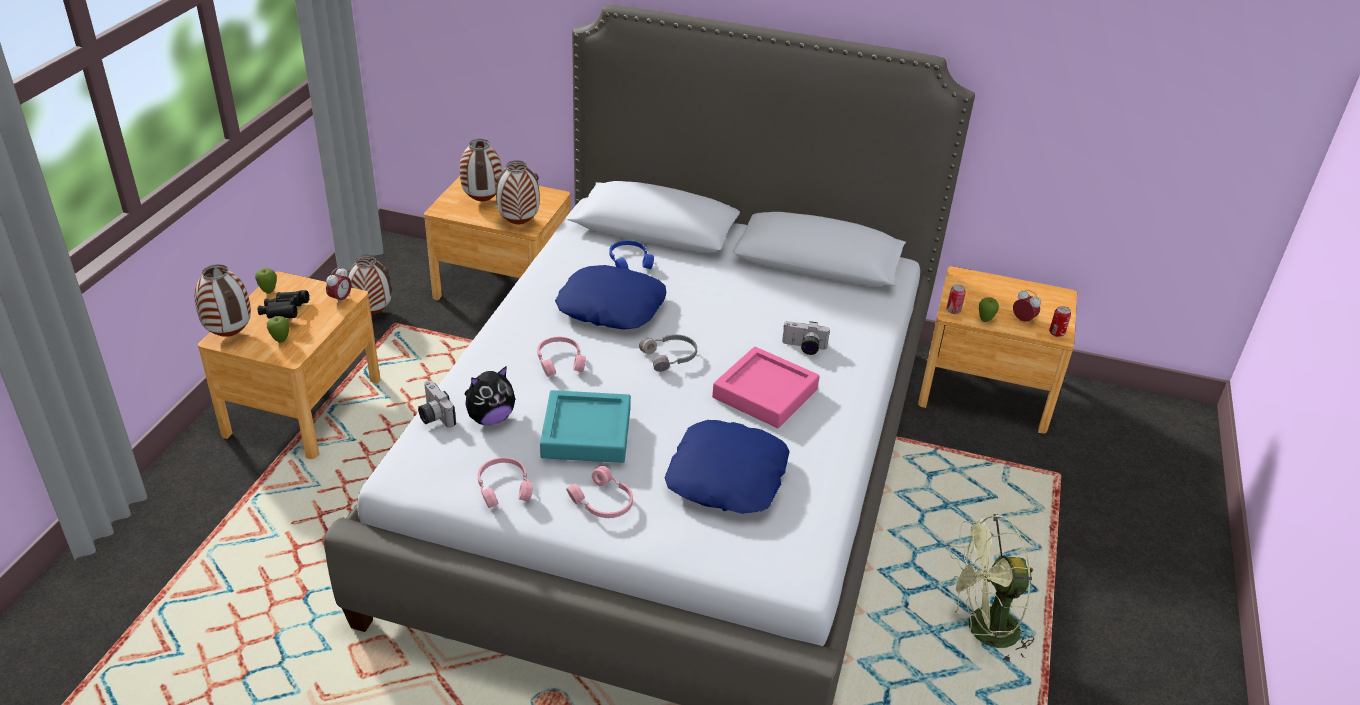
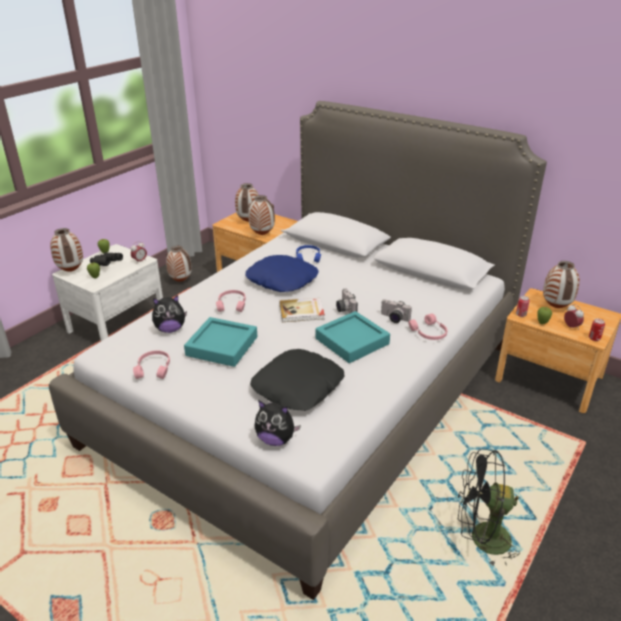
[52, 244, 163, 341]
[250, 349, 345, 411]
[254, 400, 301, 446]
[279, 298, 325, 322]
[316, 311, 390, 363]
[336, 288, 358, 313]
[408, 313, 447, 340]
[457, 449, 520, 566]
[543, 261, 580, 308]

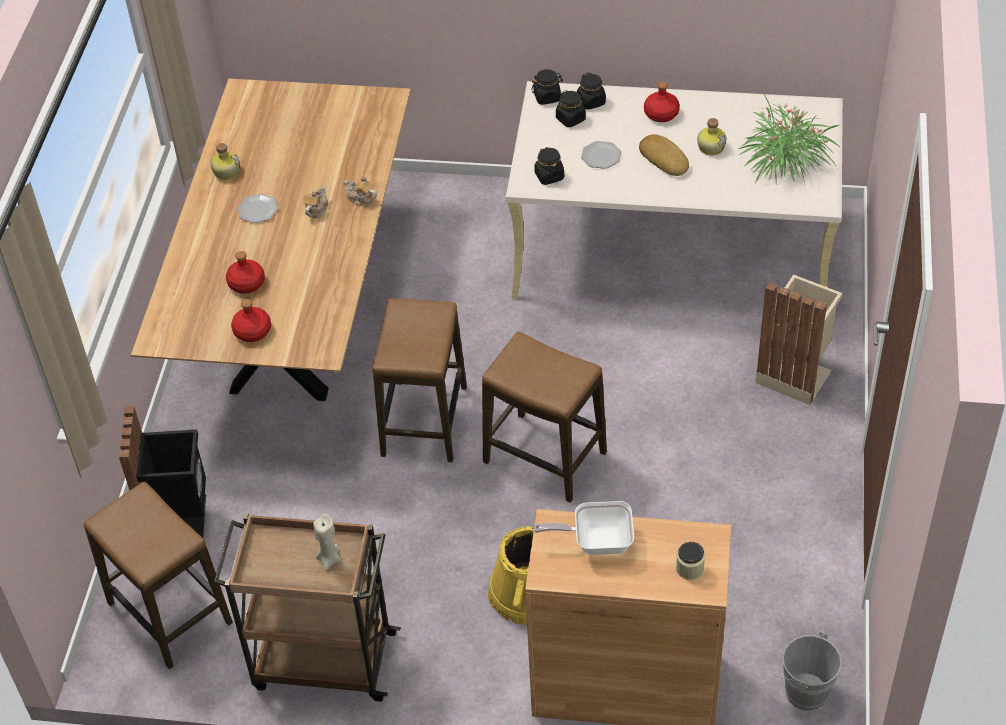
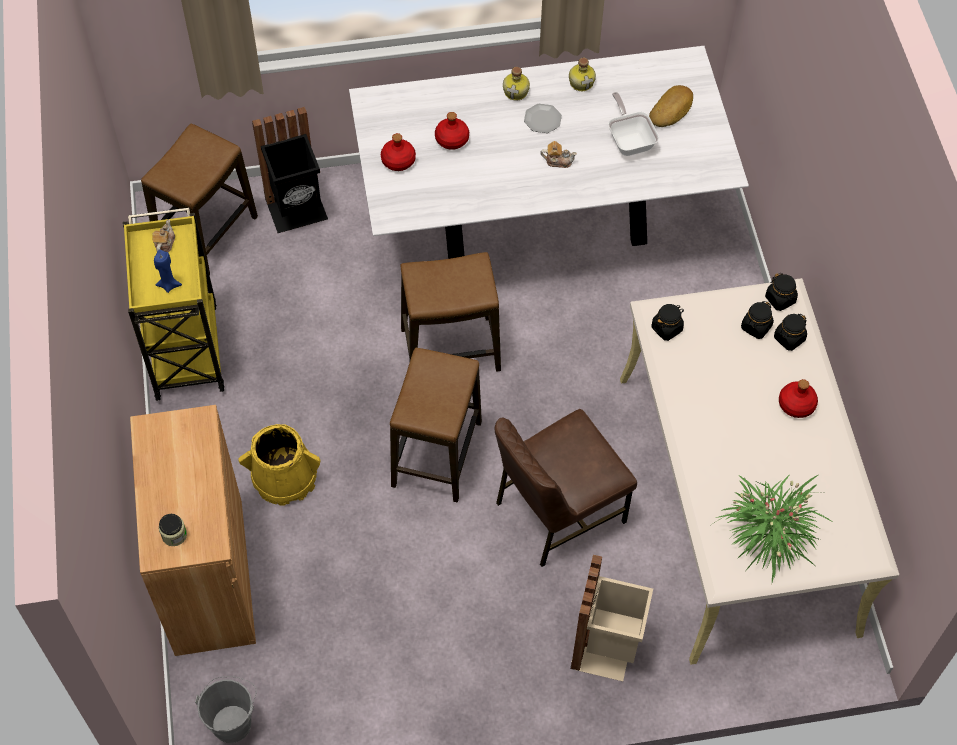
[123, 208, 225, 401]
[152, 219, 175, 253]
[154, 250, 182, 293]
[349, 46, 749, 259]
[495, 409, 637, 567]
[503, 67, 530, 101]
[608, 92, 659, 156]
[649, 85, 693, 127]
[581, 141, 621, 169] (first image)

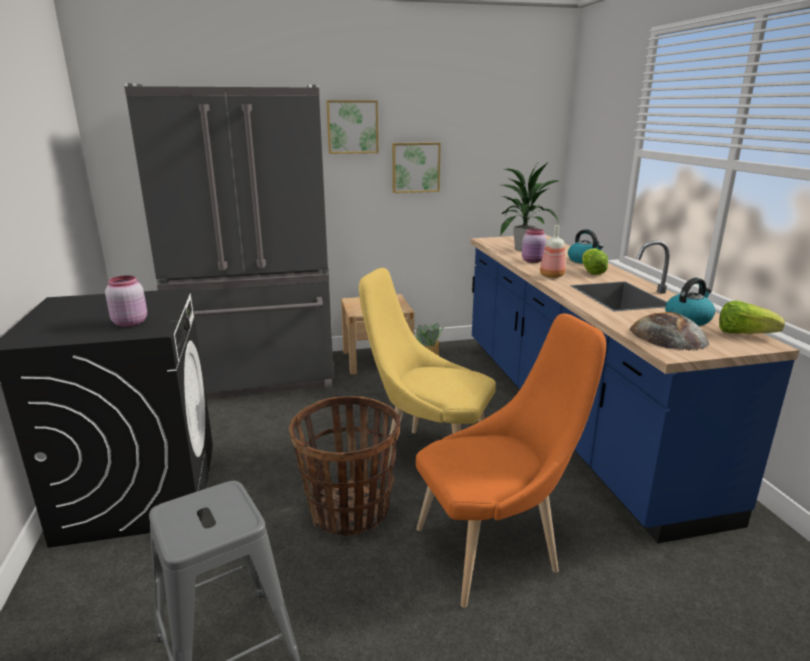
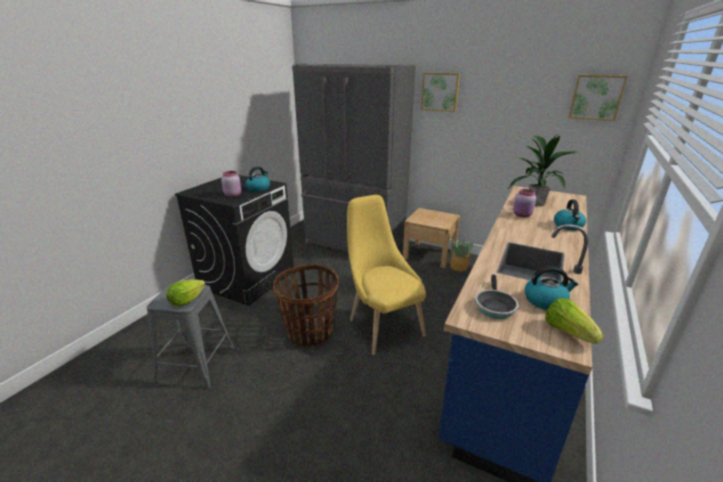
[166, 279, 206, 306]
[246, 166, 270, 192]
[475, 275, 519, 319]
[569, 75, 628, 121]
[416, 313, 606, 608] (first image)
[540, 225, 565, 278] (first image)

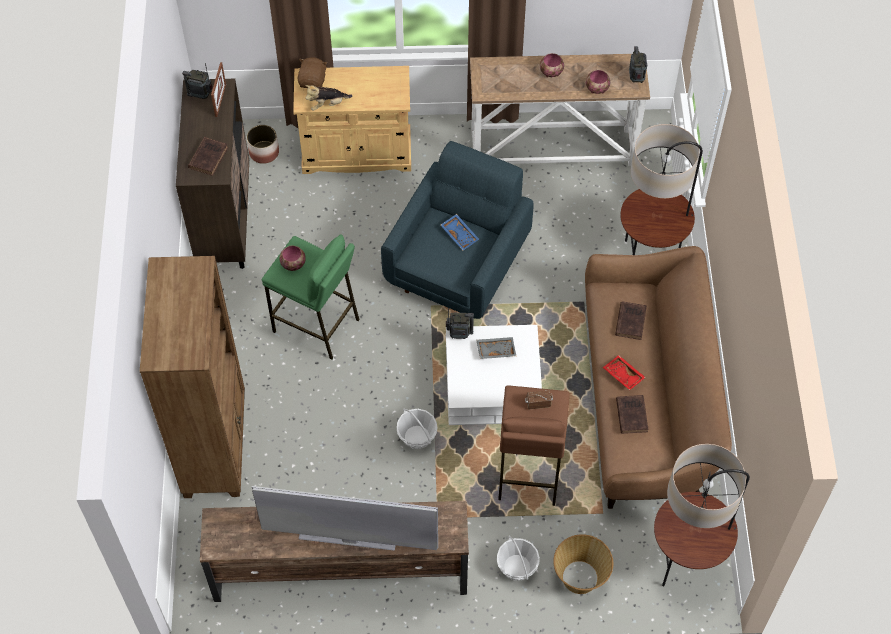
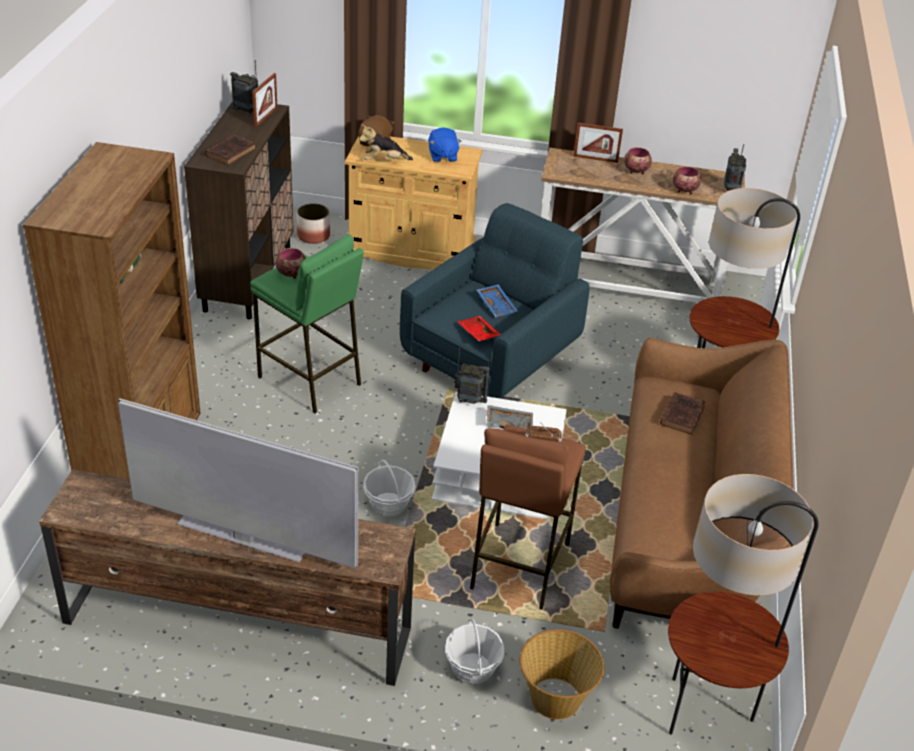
[429, 127, 461, 162]
[457, 316, 501, 341]
[573, 123, 623, 163]
[616, 395, 648, 434] (first image)

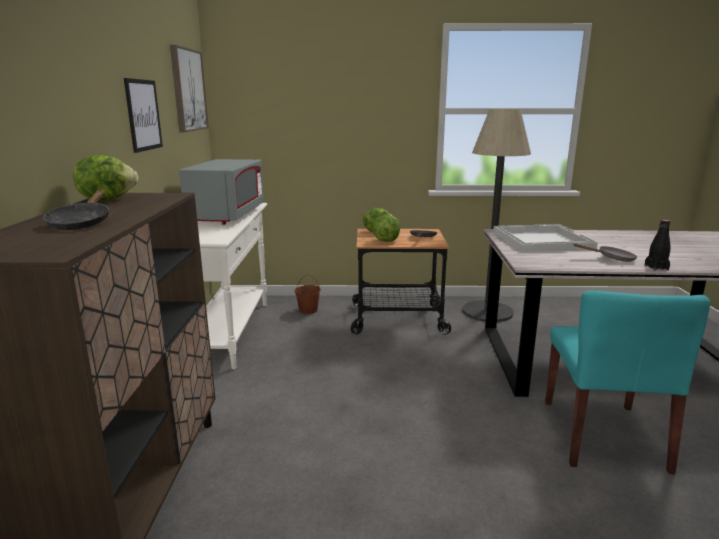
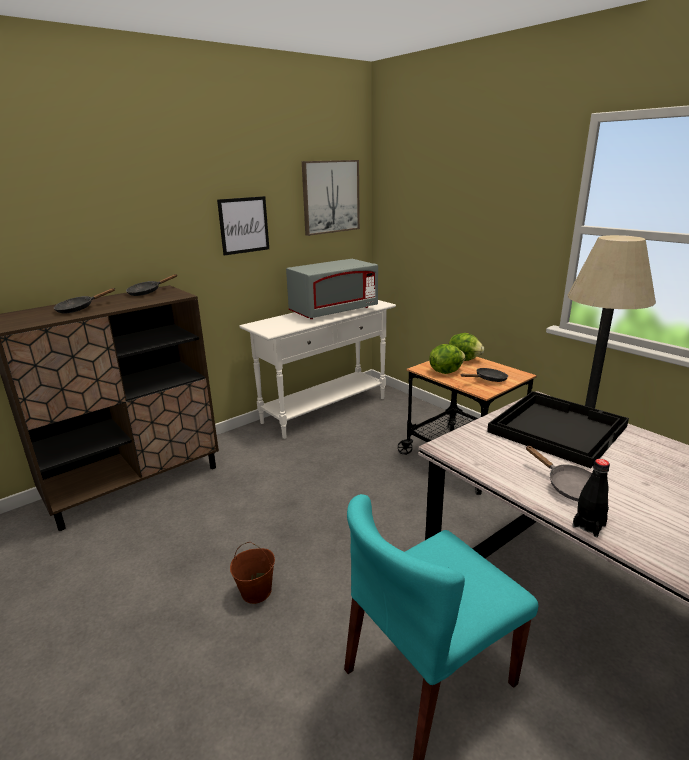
[126, 274, 178, 296]
[230, 542, 275, 604]
[487, 391, 629, 468]

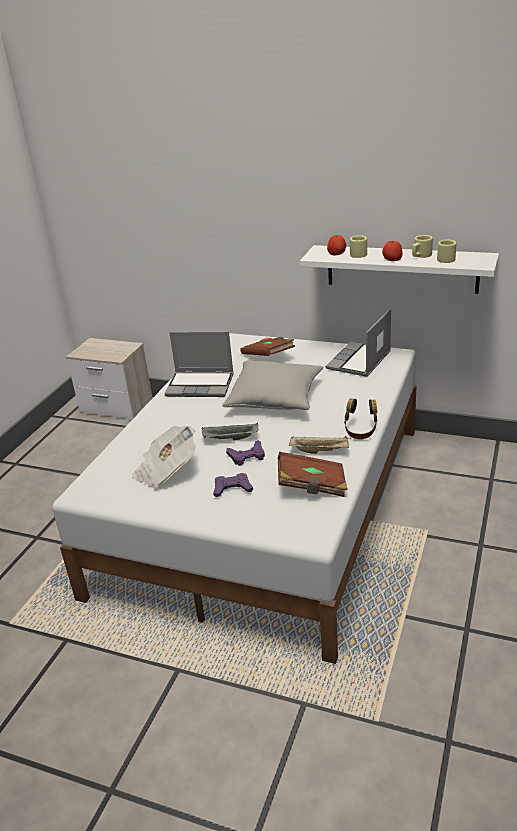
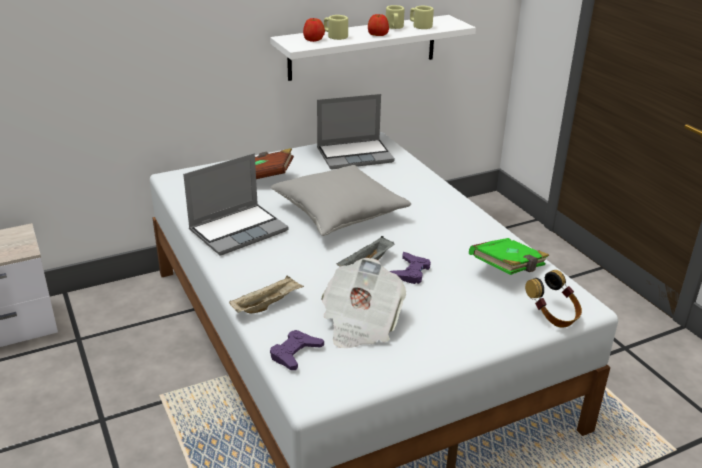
[229, 275, 304, 314]
[270, 330, 324, 370]
[317, 94, 395, 169]
[469, 238, 549, 275]
[525, 270, 582, 328]

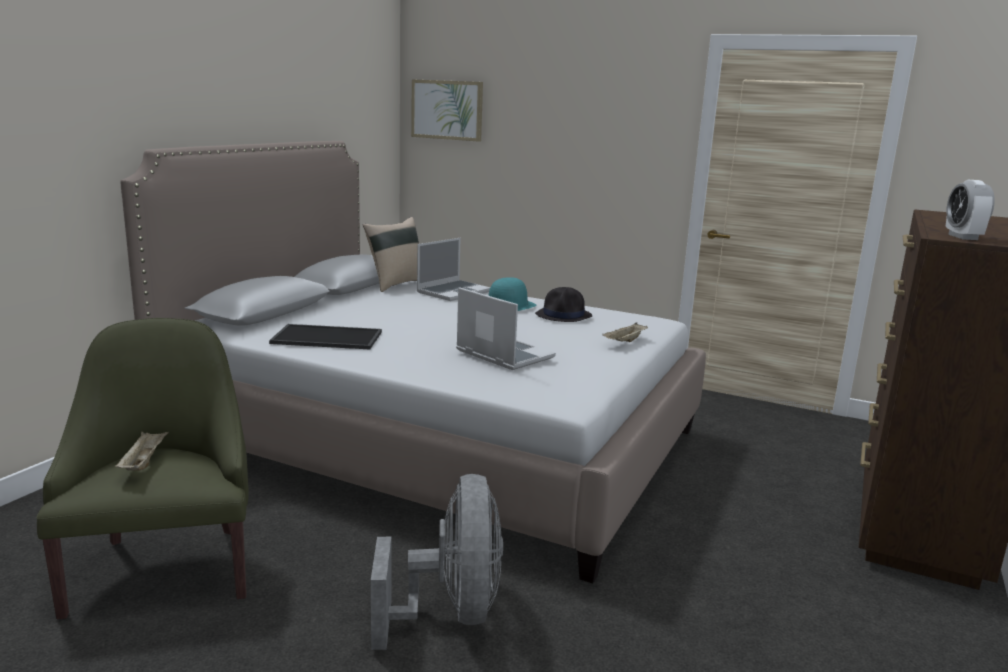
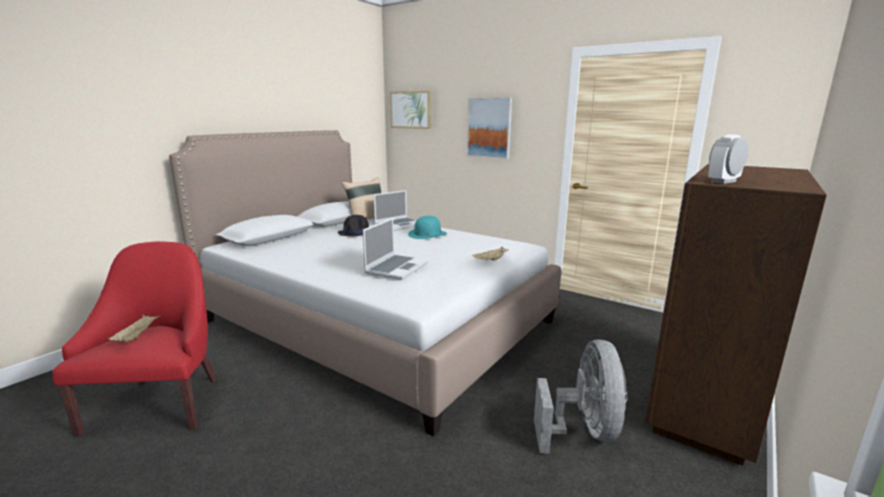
[52, 241, 217, 436]
[338, 215, 369, 237]
[363, 218, 428, 280]
[467, 98, 512, 159]
[534, 339, 627, 454]
[708, 135, 749, 184]
[269, 324, 382, 349] (first image)

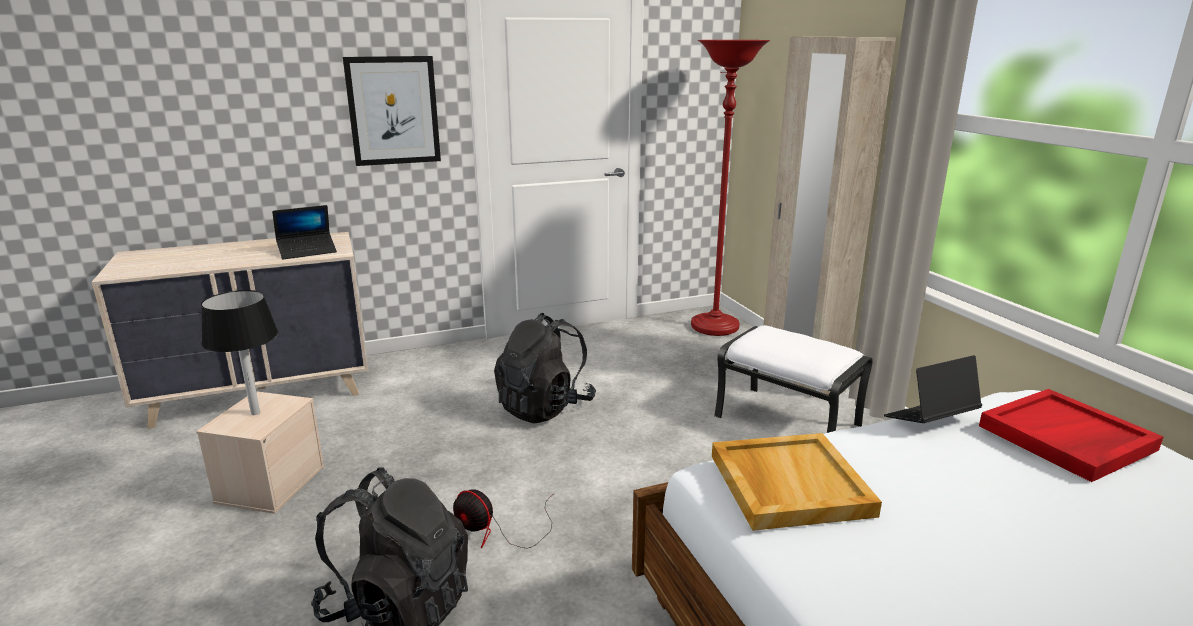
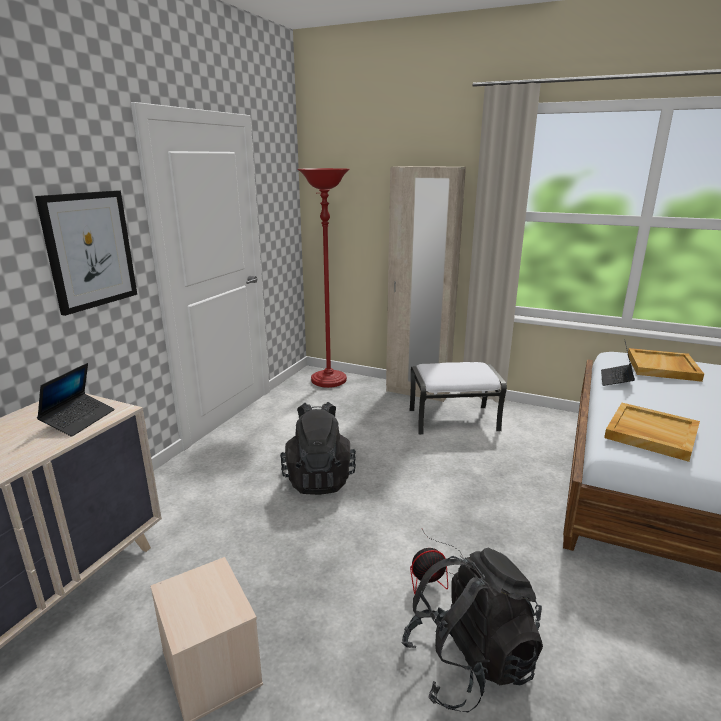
[628, 348, 704, 382]
[201, 290, 278, 415] (first image)

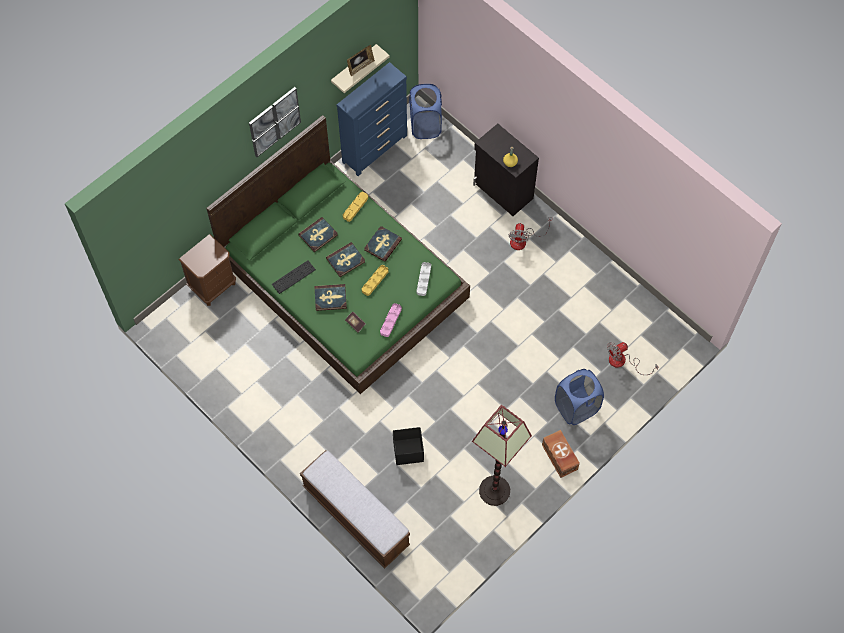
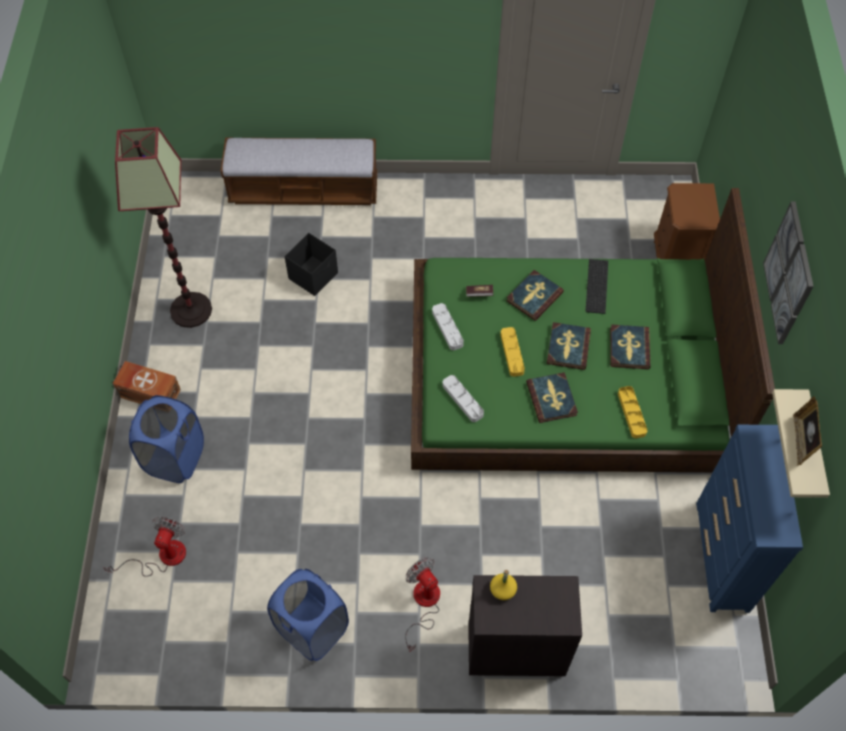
[267, 569, 349, 661]
[432, 303, 464, 350]

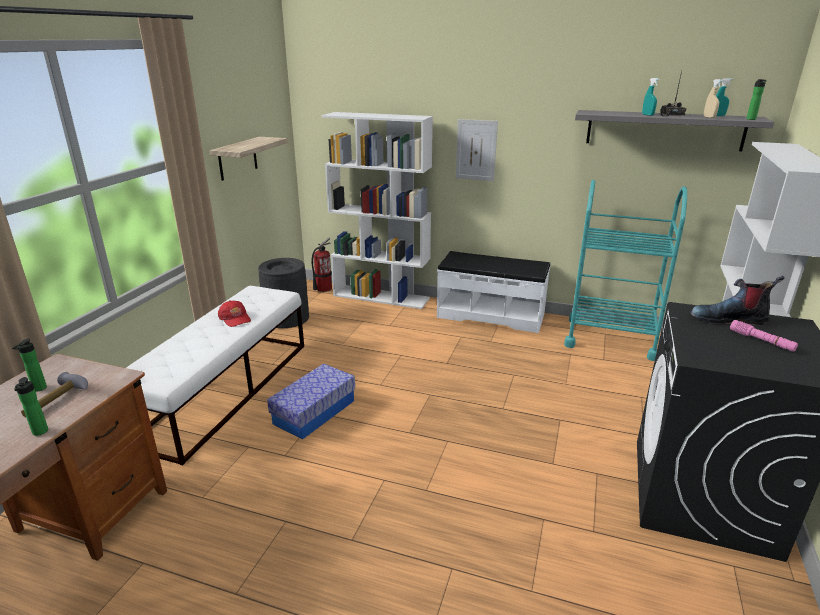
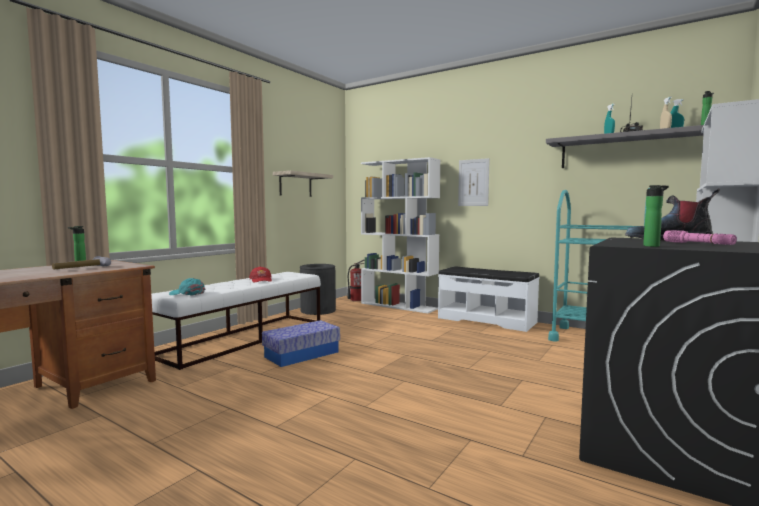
[169, 278, 205, 296]
[643, 185, 669, 247]

